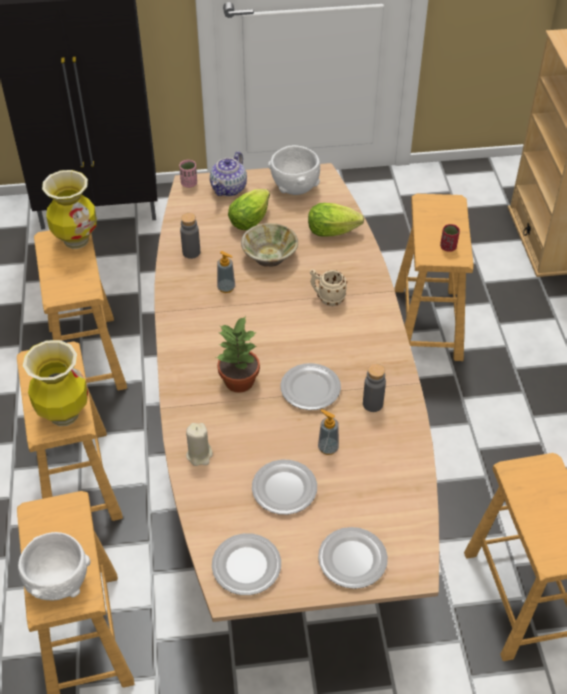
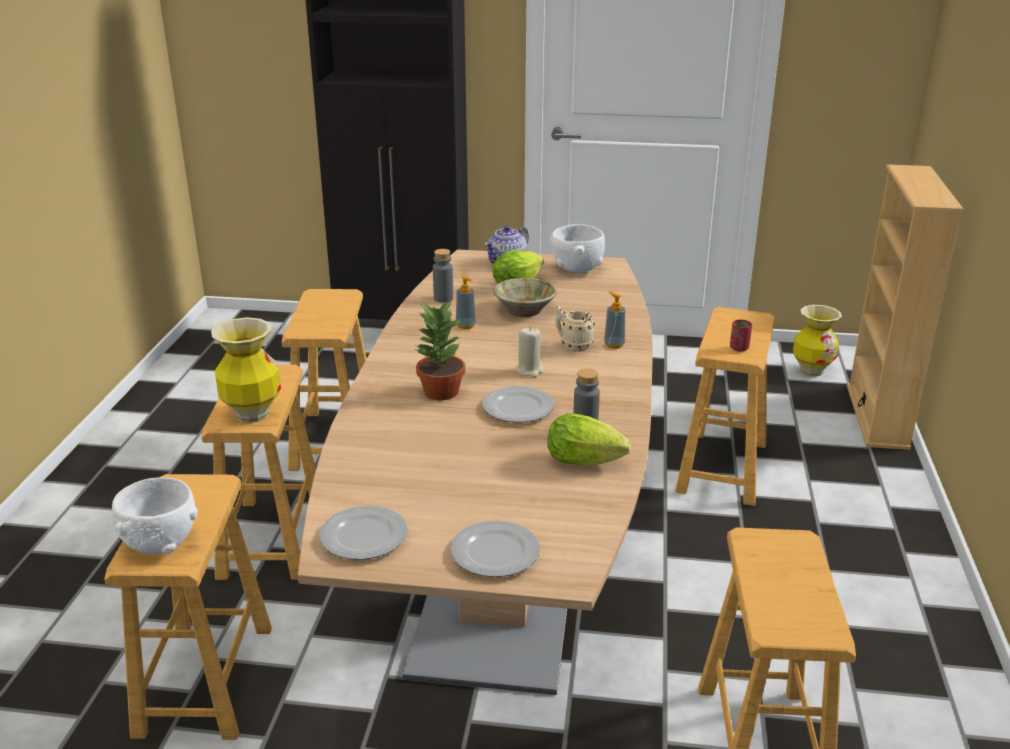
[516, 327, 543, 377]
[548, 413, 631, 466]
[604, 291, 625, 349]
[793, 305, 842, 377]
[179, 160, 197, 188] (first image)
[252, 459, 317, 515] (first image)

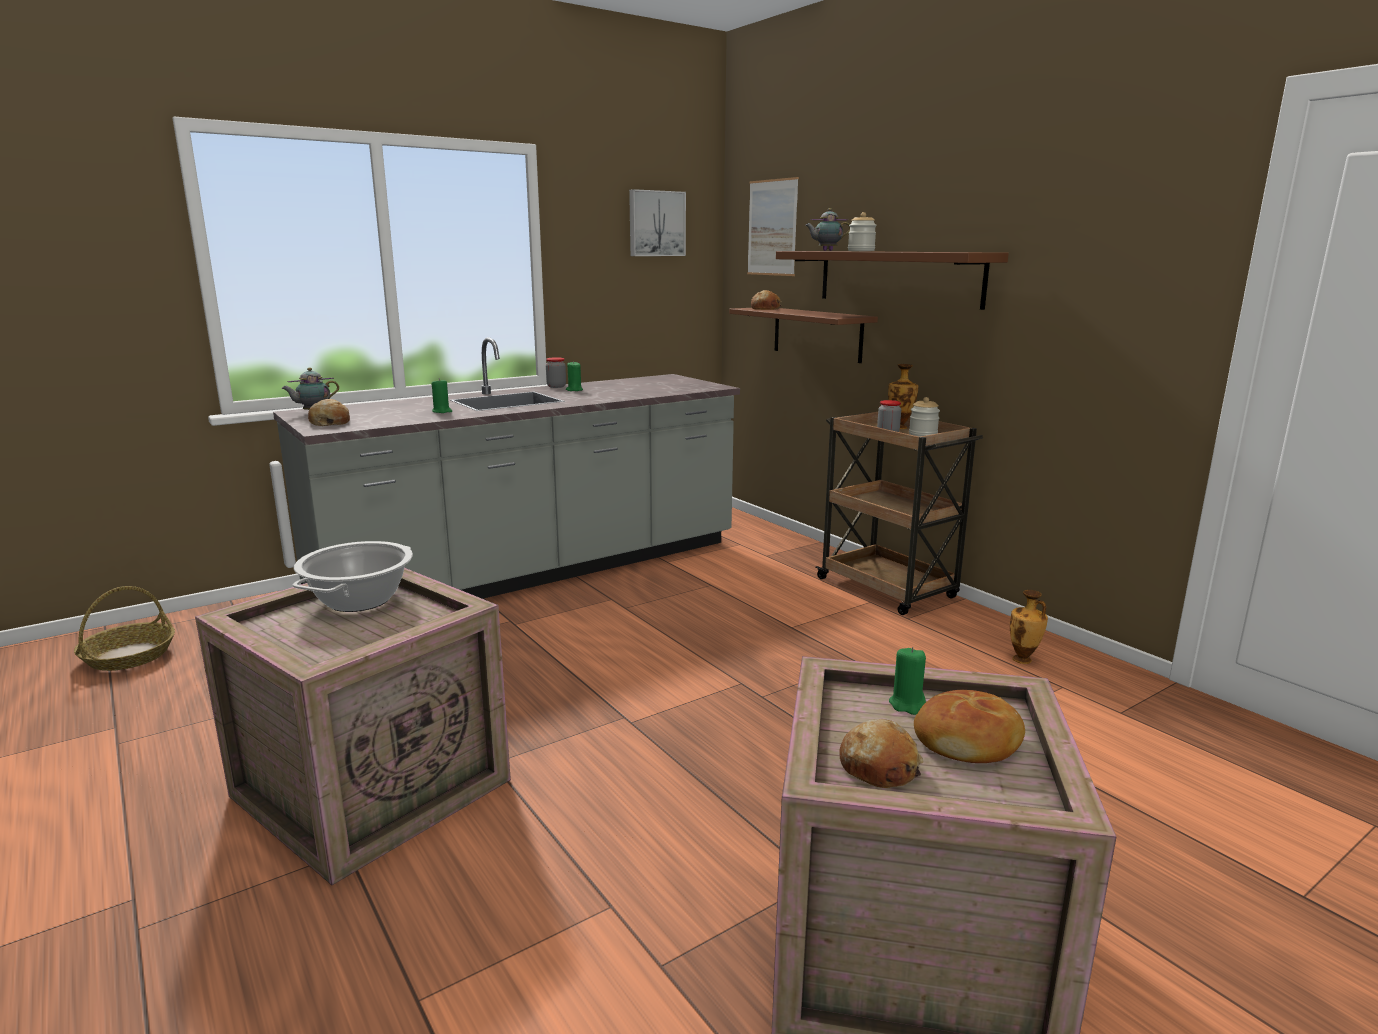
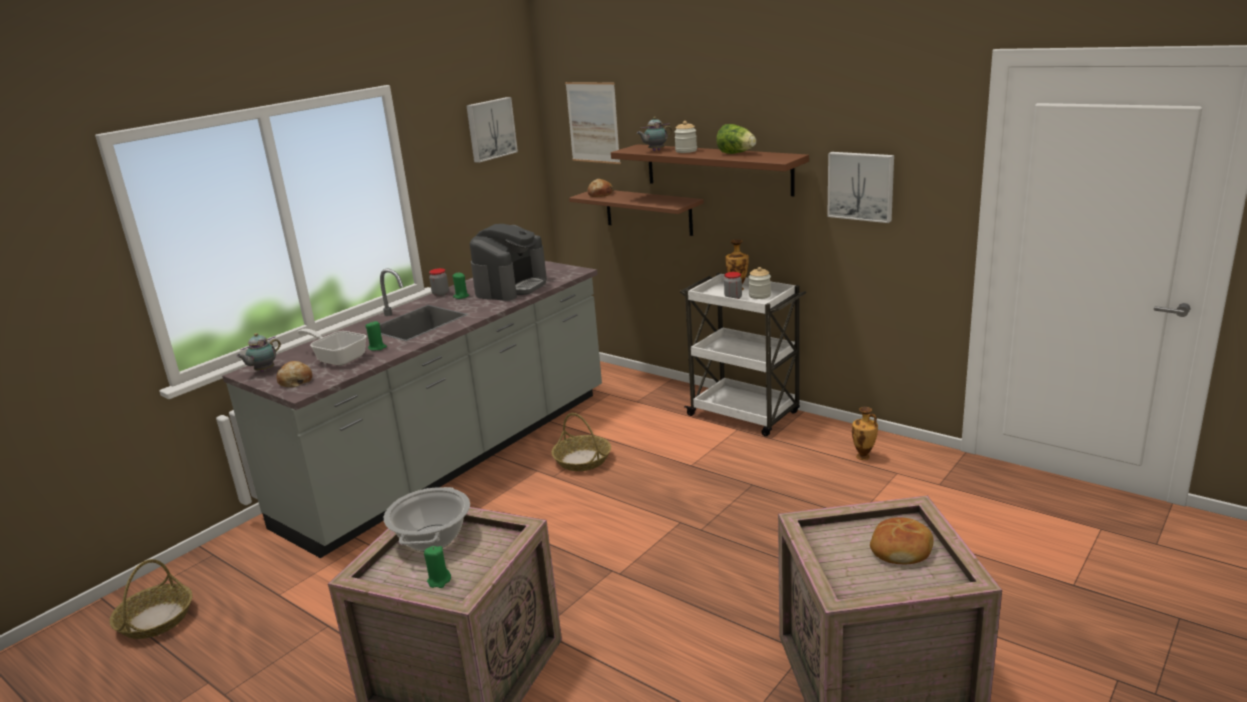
[297, 329, 367, 366]
[424, 546, 451, 588]
[470, 224, 547, 301]
[551, 413, 611, 471]
[680, 273, 806, 437]
[716, 124, 756, 154]
[827, 152, 894, 223]
[840, 719, 924, 788] (first image)

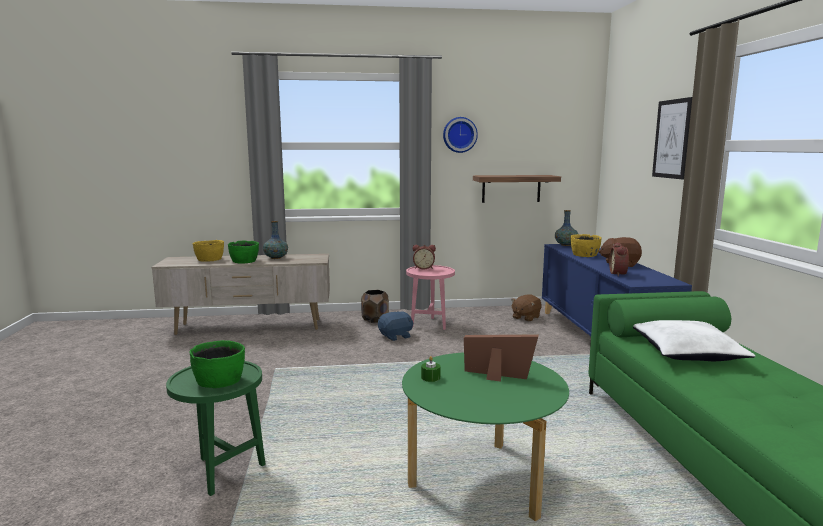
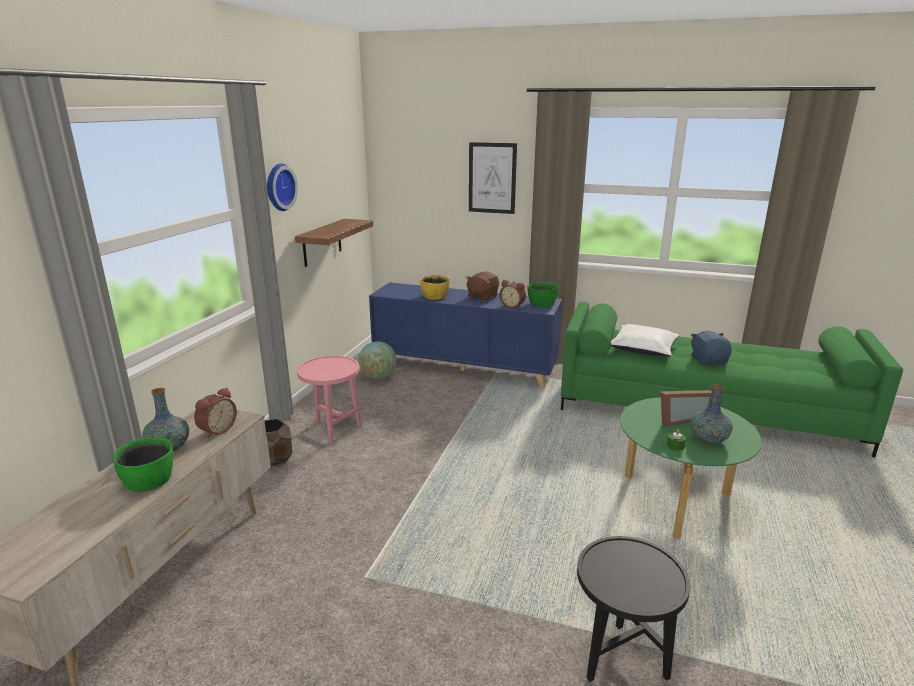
[194, 388, 237, 438]
[359, 341, 396, 379]
[527, 282, 558, 307]
[577, 536, 690, 682]
[660, 390, 712, 427]
[690, 385, 732, 444]
[691, 331, 731, 365]
[193, 240, 224, 262] (first image)

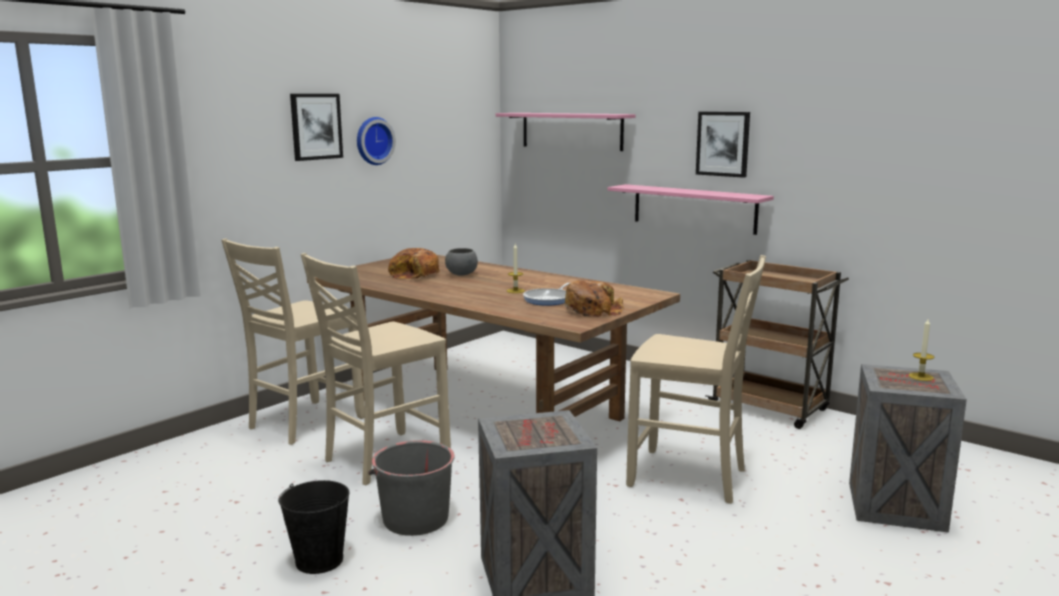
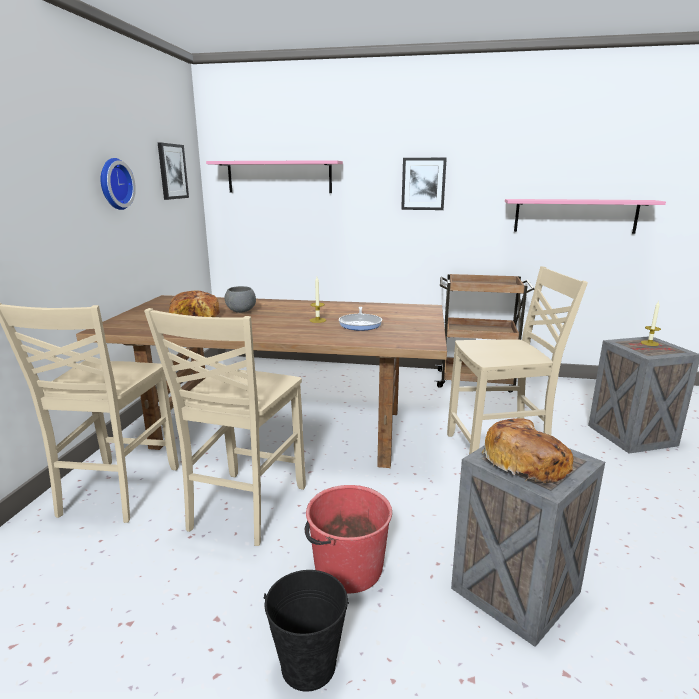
[158, 143, 189, 200]
[305, 485, 392, 593]
[482, 418, 573, 484]
[505, 199, 666, 234]

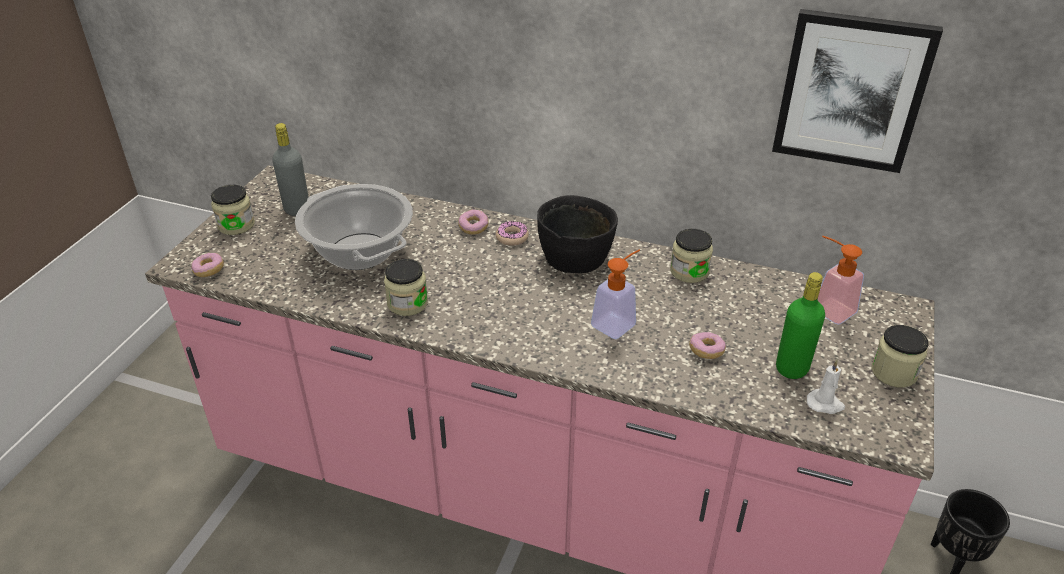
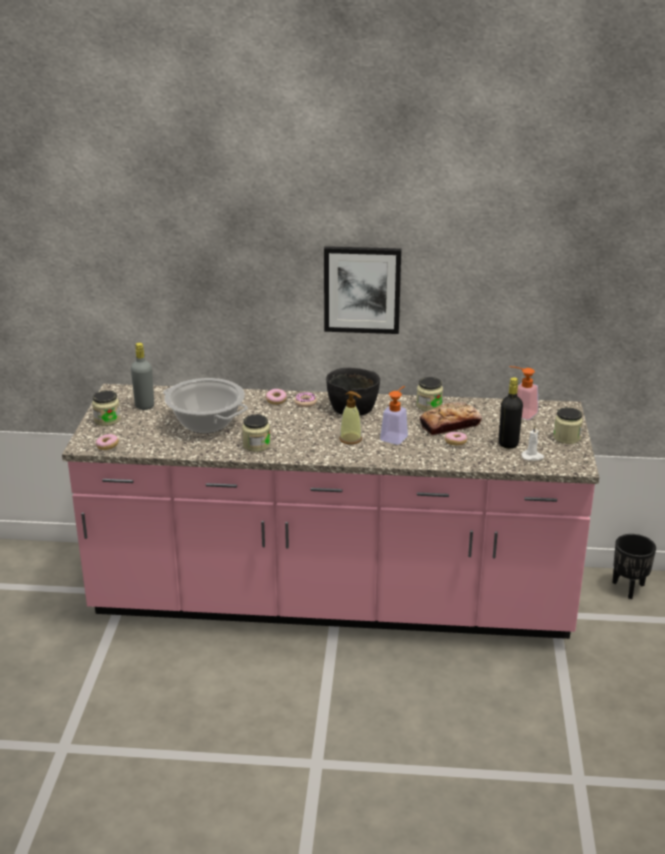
[324, 246, 401, 334]
[339, 391, 362, 444]
[420, 402, 482, 435]
[499, 377, 523, 449]

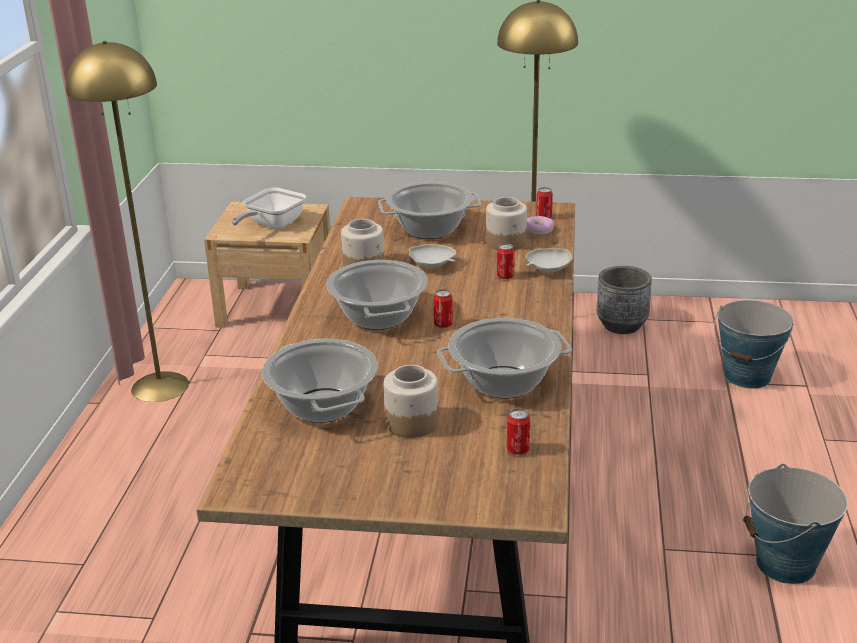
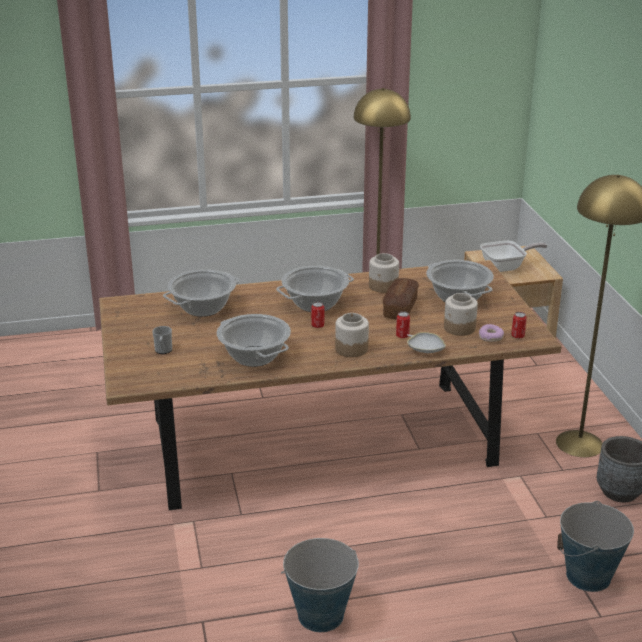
[152, 326, 172, 354]
[335, 313, 369, 357]
[383, 278, 419, 319]
[480, 240, 547, 272]
[507, 408, 530, 455] (first image)

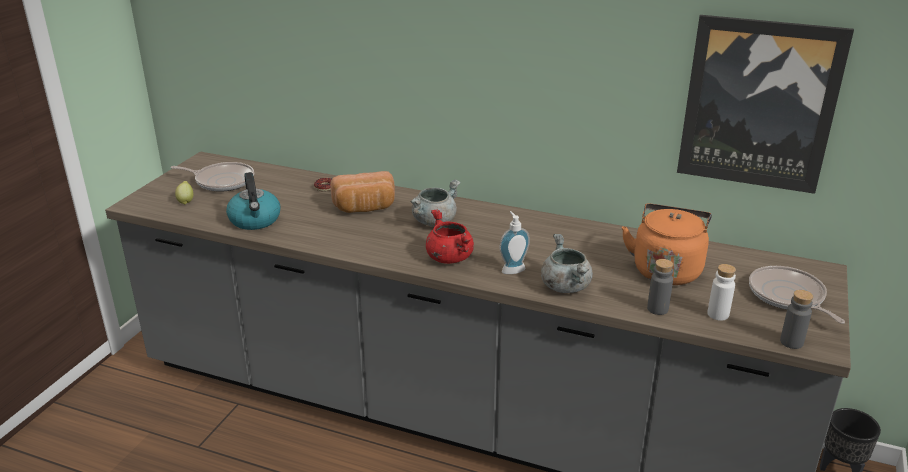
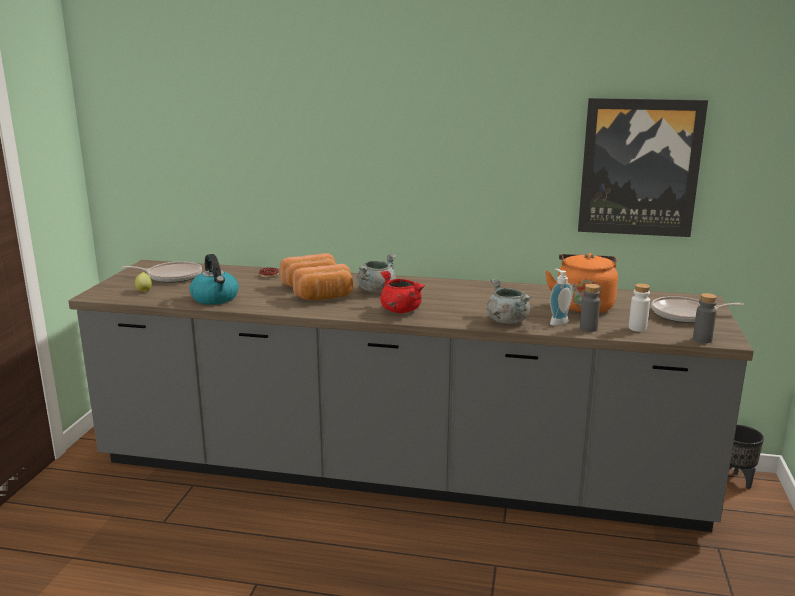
[292, 264, 353, 300]
[550, 269, 572, 326]
[651, 296, 744, 323]

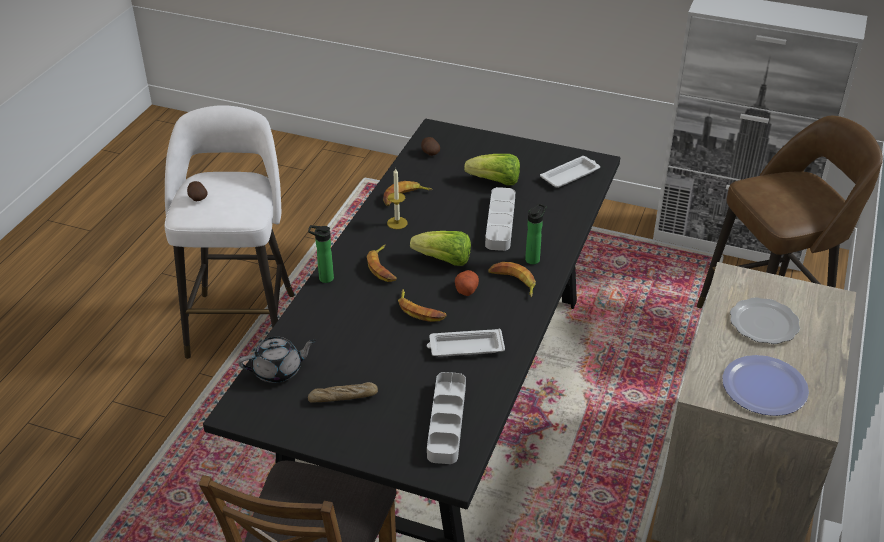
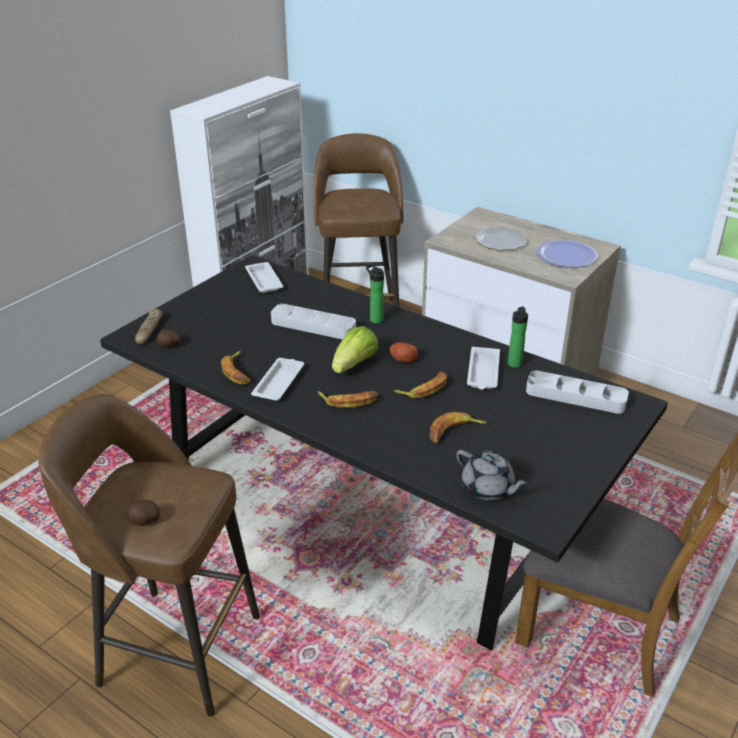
[38, 394, 260, 716]
[135, 309, 162, 344]
[251, 358, 304, 401]
[429, 412, 487, 444]
[456, 450, 529, 501]
[508, 306, 528, 368]
[464, 154, 520, 185] (first image)

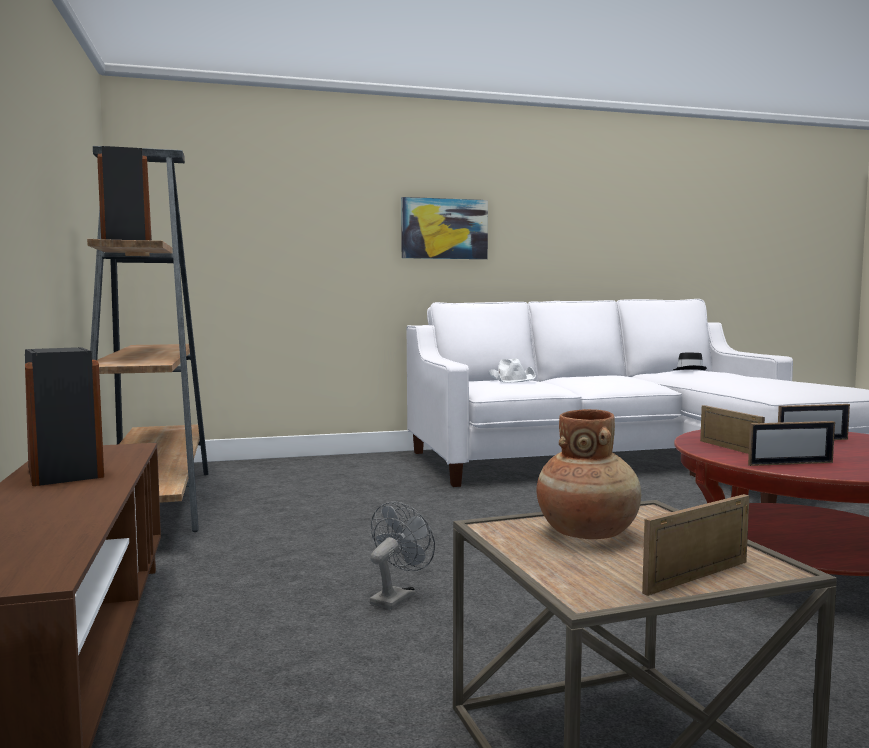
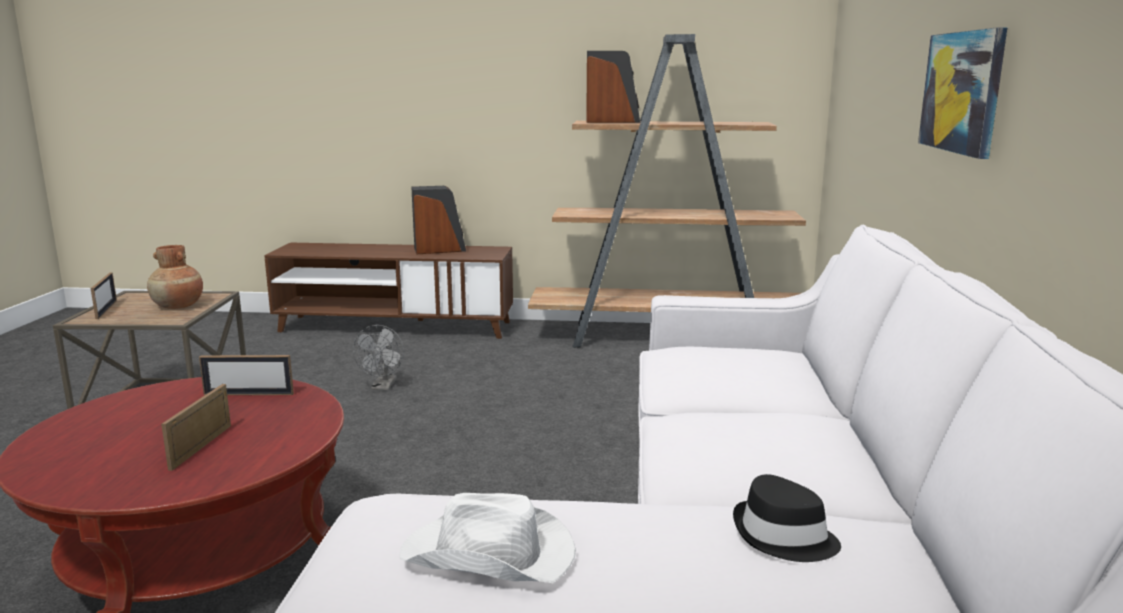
[353, 325, 404, 390]
[400, 493, 576, 583]
[748, 421, 835, 466] (first image)

